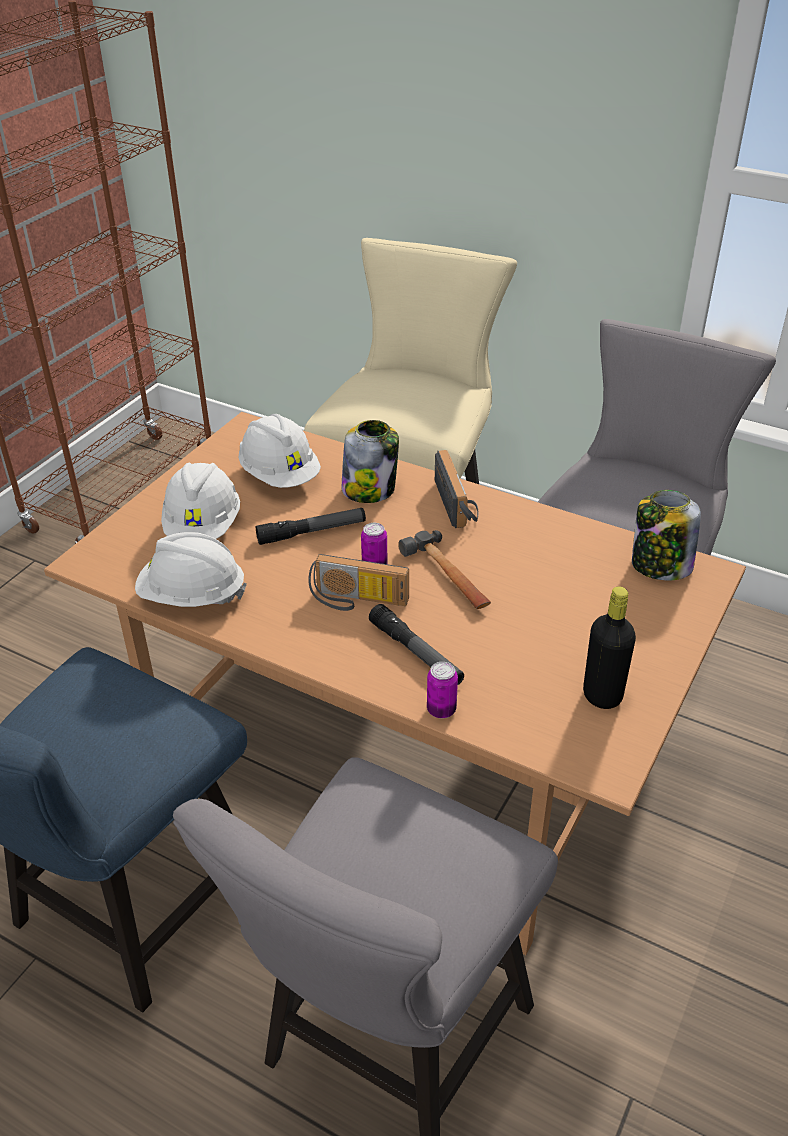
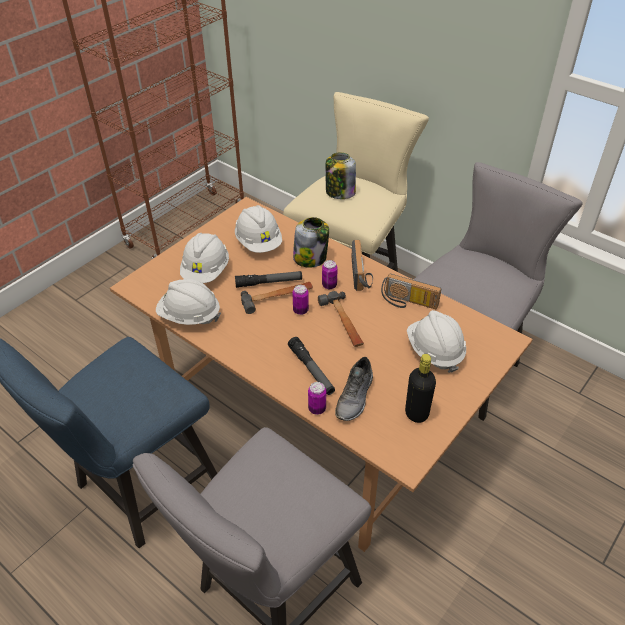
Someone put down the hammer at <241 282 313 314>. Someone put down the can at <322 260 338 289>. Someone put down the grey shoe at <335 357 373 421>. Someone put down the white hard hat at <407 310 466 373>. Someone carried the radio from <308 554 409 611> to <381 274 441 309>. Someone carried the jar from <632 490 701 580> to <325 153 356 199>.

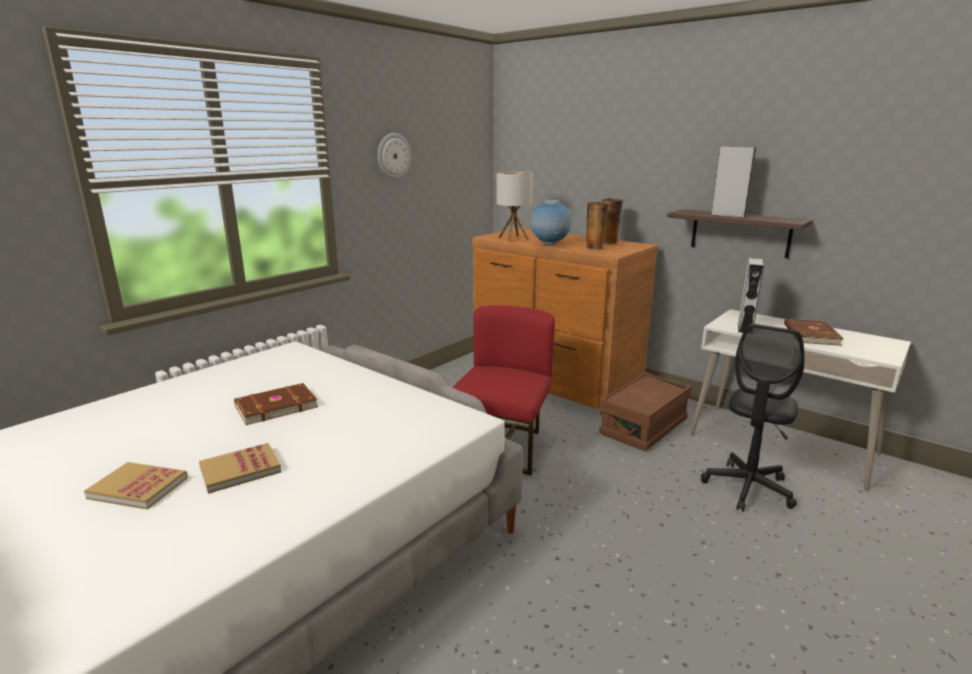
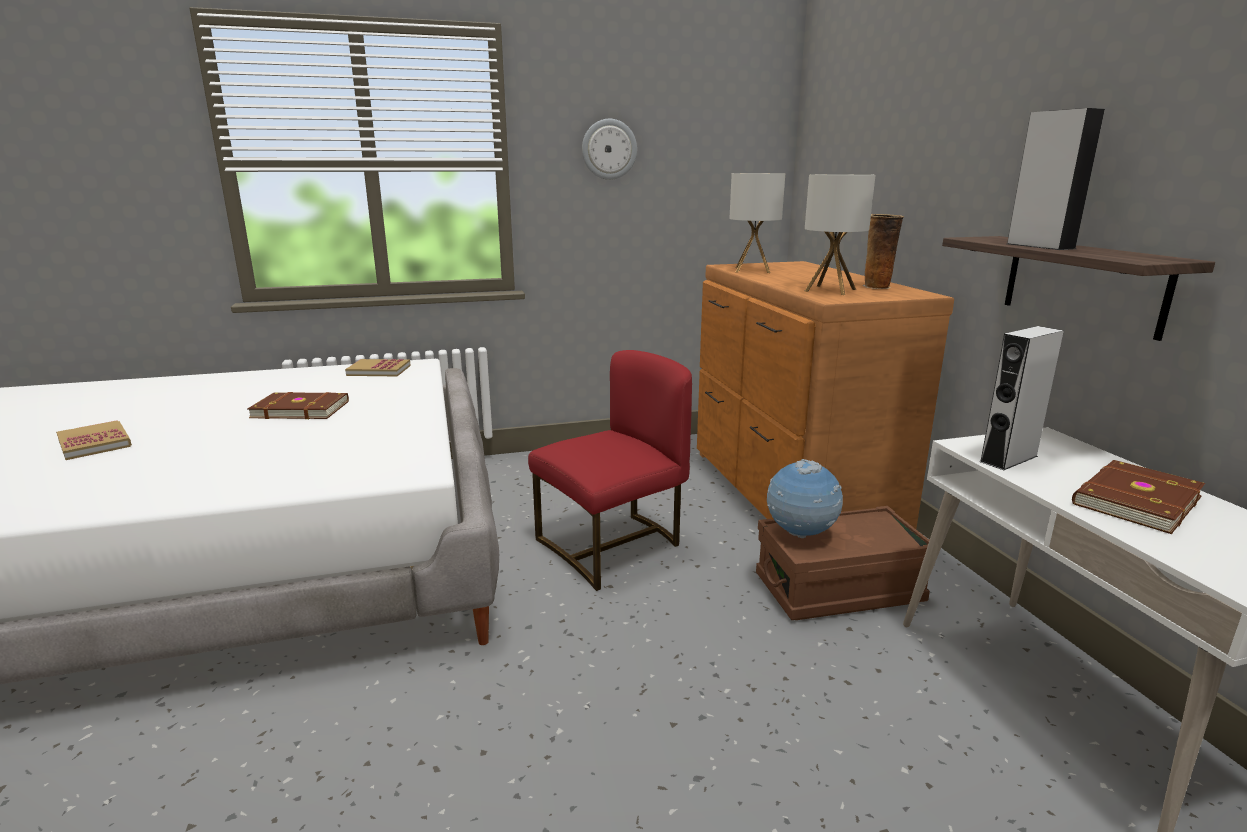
Someone took away the black office chair at <701 324 805 511>. Someone carried the book from <199 443 281 494> to <345 359 410 376>. Someone carried the globe from <530 200 572 245> to <767 459 843 538>. Someone swapped the vase at <586 202 609 250> for the table lamp at <804 174 876 295>.

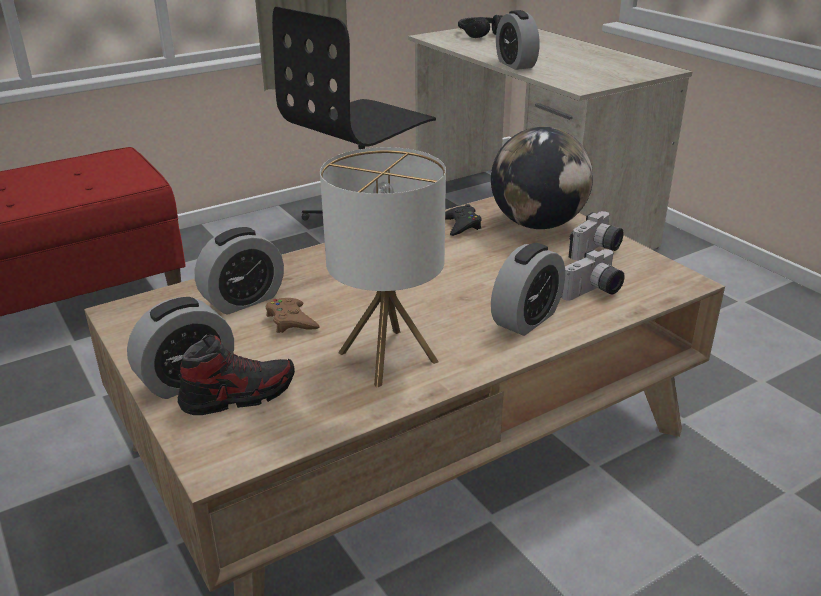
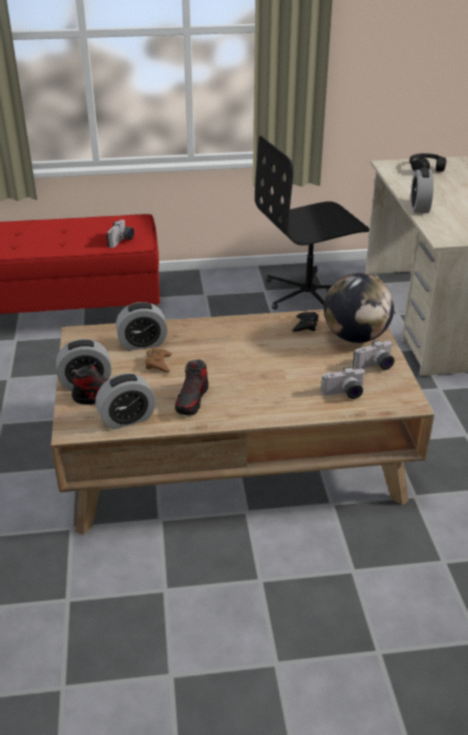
Someone put down the photo camera at <106 220 134 248>. Someone carried the alarm clock from <491 243 565 336> to <95 373 156 429>. Someone swapped the table lamp at <320 147 446 388> for the shoe at <175 360 209 415>.

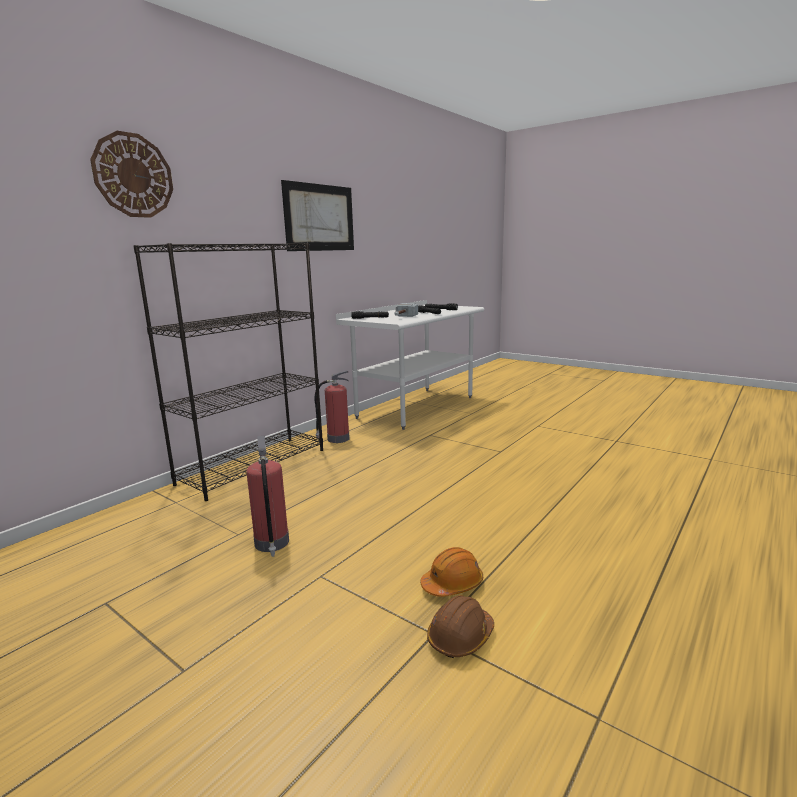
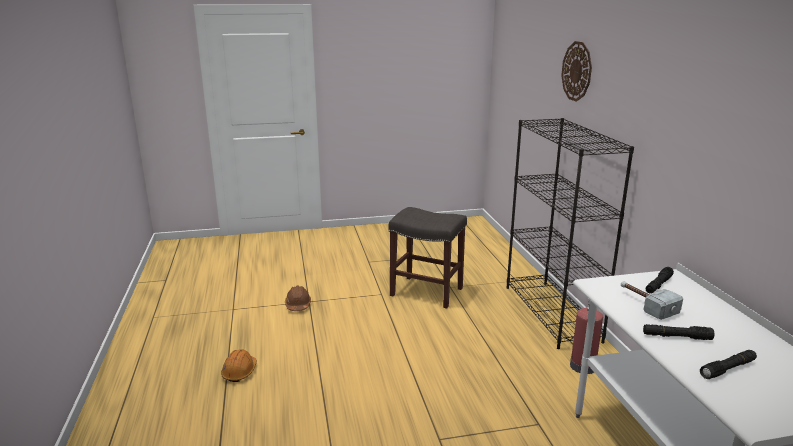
Someone took away the picture at <281 180 354 251>. Someone carried the orange hard hat from <420 547 483 597> to <221 349 257 382>. Someone swapped the fire extinguisher at <246 436 289 557> for the grey stool at <388 207 467 309>.

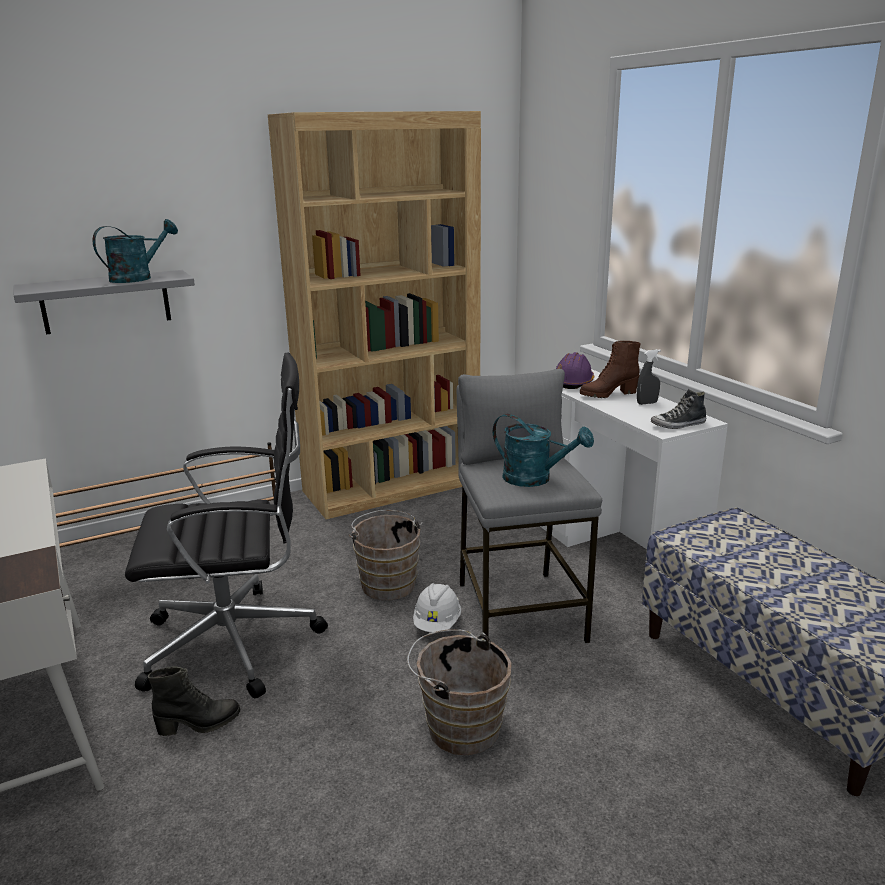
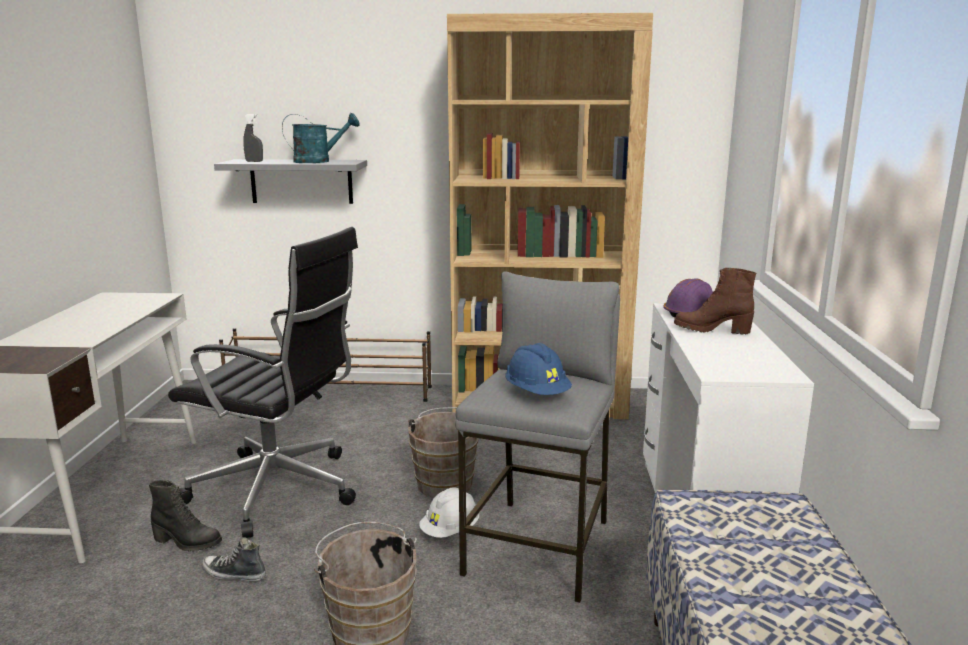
Someone carried the grey spray bottle from <637 349 661 405> to <243 114 263 162>. Someone carried the shoe from <651 389 706 429> to <202 537 266 581>. Someone swapped the turquoise watering can at <493 414 594 487> for the blue hard hat at <505 343 572 395>.

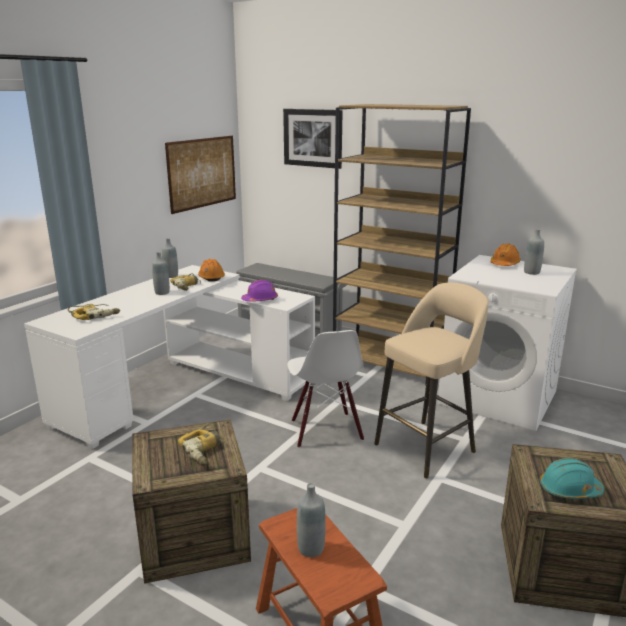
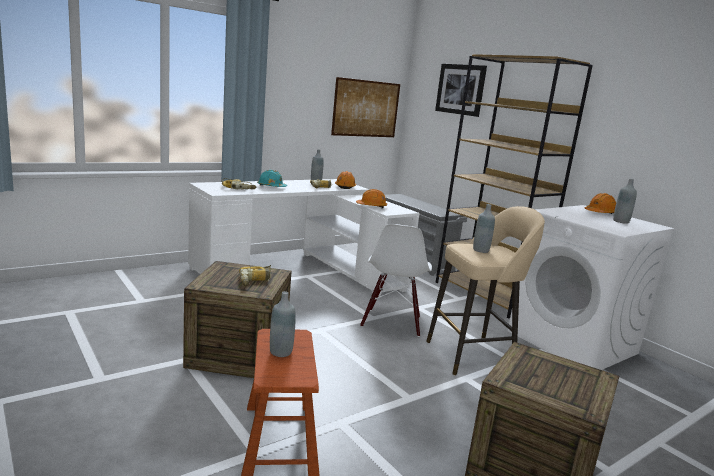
Someone carried the grey bottle from <152 252 170 295> to <473 204 495 253>. Someone carried the turquoise hard hat from <540 458 604 499> to <257 170 287 187>. Someone repainted the purple hard hat at <241 280 278 302>, which became the orange hard hat at <356 189 387 208>.

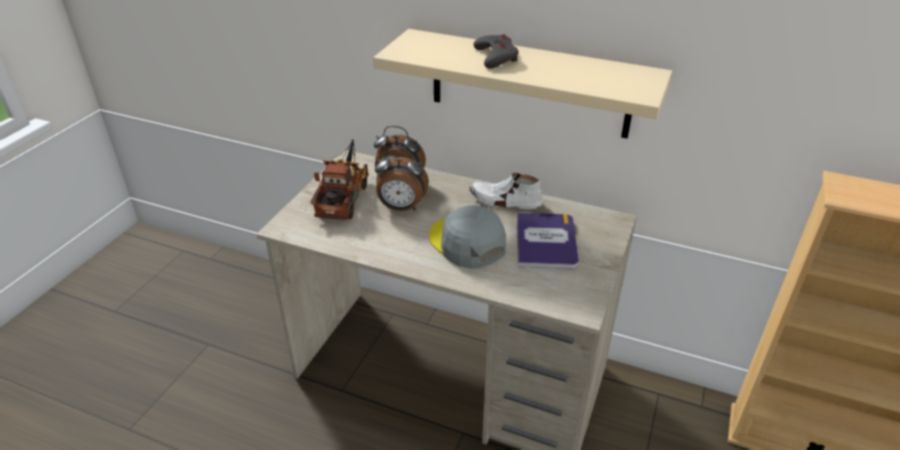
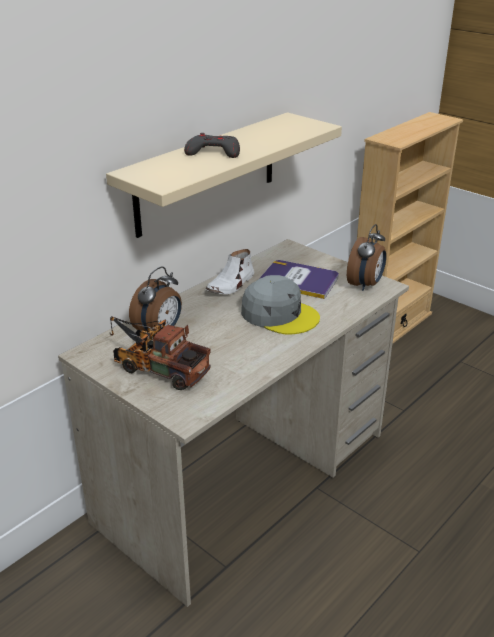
Someone carried the alarm clock from <375 149 429 211> to <347 224 386 291>. Someone rotated the grey cap at <429 205 506 269> by 135 degrees counterclockwise.

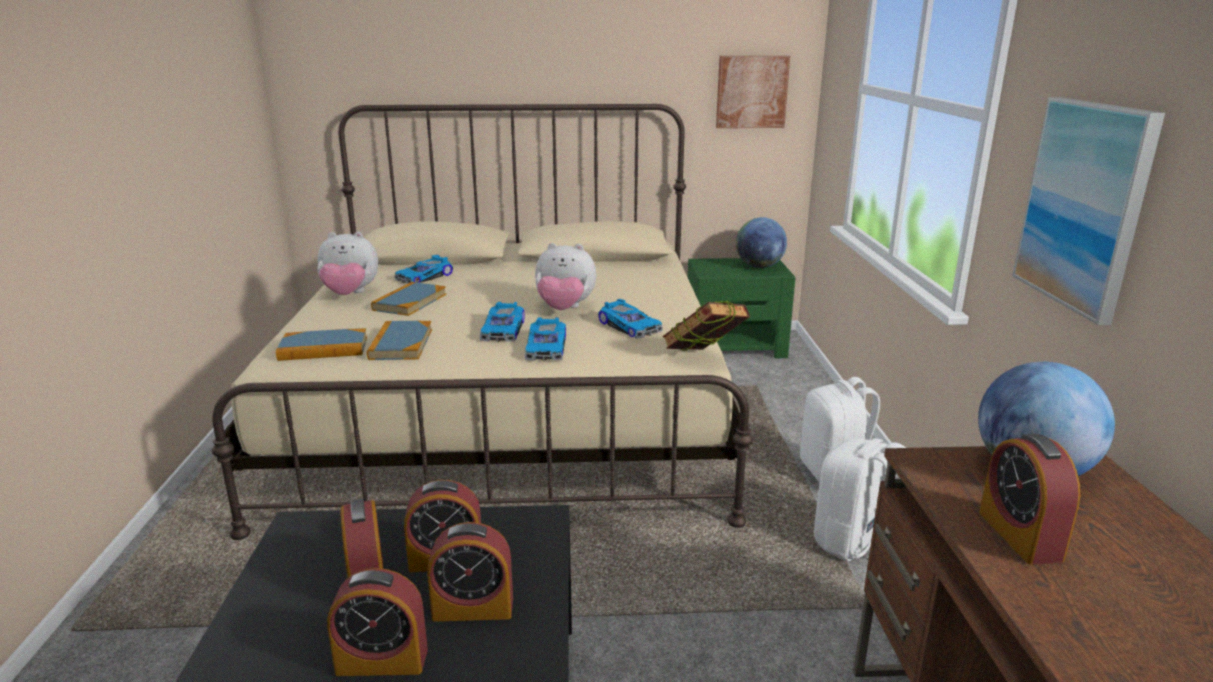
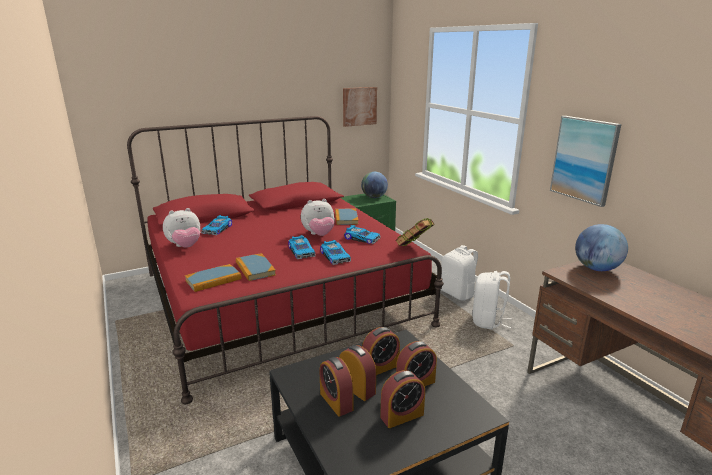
Someone carried the book from <371 282 446 316> to <335 209 359 225>. Someone carried the alarm clock from <979 434 1080 565> to <319 357 354 417>. Someone repainted the beige bed at <212 104 753 540>, which became the red bed at <127 116 444 404>.

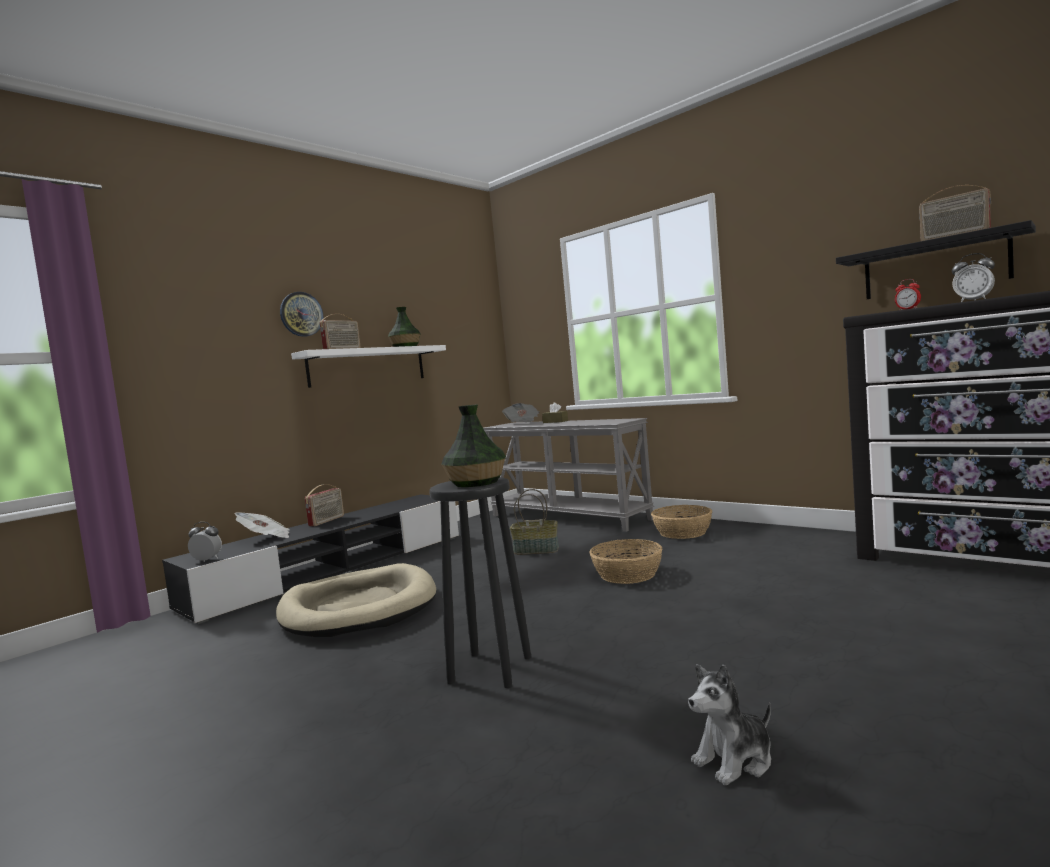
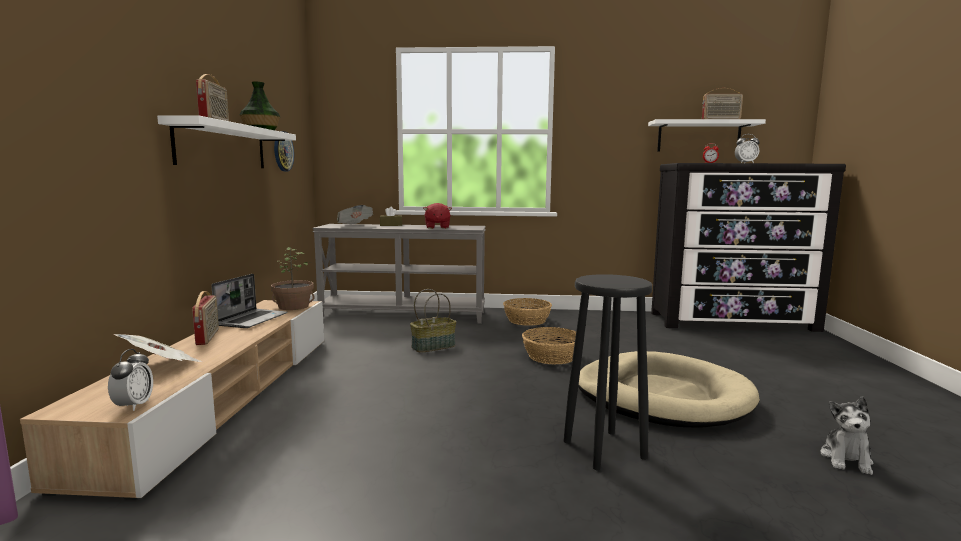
Someone took away the vase at <441 404 506 487>. Someone put down the laptop at <211 274 287 328>. Someone put down the potted plant at <271 247 315 310>. Someone put down the red plush toy at <423 203 452 229>. Someone carried the beige dog bed from <276 563 436 637> to <578 351 760 428>. Someone carried the wall clock from <280 292 323 337> to <274 131 294 171>. Someone repainted the black tv stand at <162 494 459 624>, which became the beige tv stand at <20 300 324 500>. Someone repainted the black shelf at <836 220 1036 299>, which became the white shelf at <648 119 766 151>. Someone rotated the alarm clock at <188 522 222 562> by 120 degrees clockwise.

